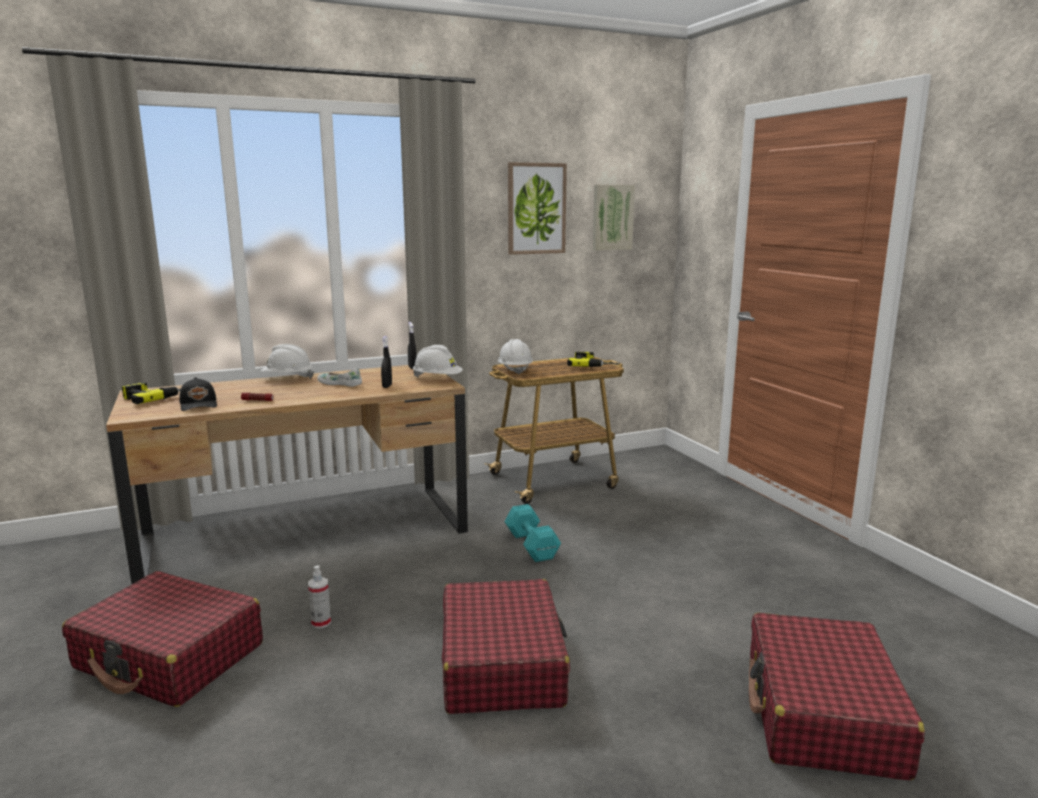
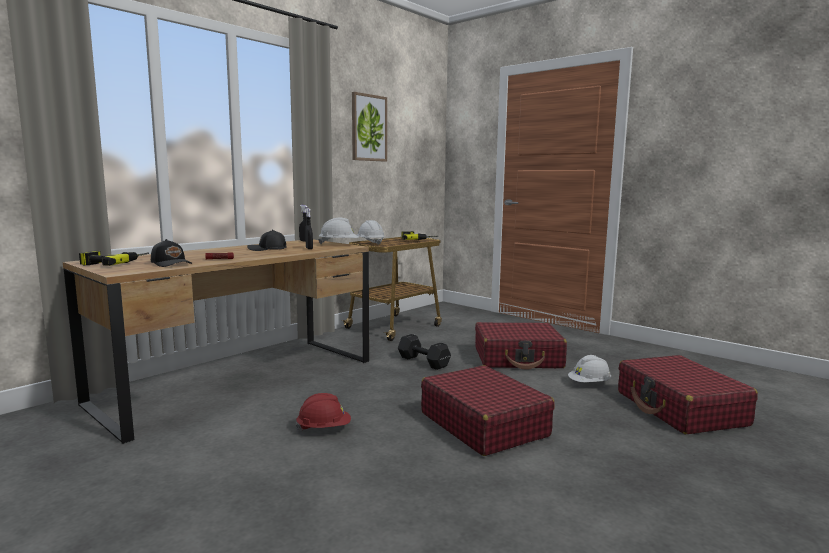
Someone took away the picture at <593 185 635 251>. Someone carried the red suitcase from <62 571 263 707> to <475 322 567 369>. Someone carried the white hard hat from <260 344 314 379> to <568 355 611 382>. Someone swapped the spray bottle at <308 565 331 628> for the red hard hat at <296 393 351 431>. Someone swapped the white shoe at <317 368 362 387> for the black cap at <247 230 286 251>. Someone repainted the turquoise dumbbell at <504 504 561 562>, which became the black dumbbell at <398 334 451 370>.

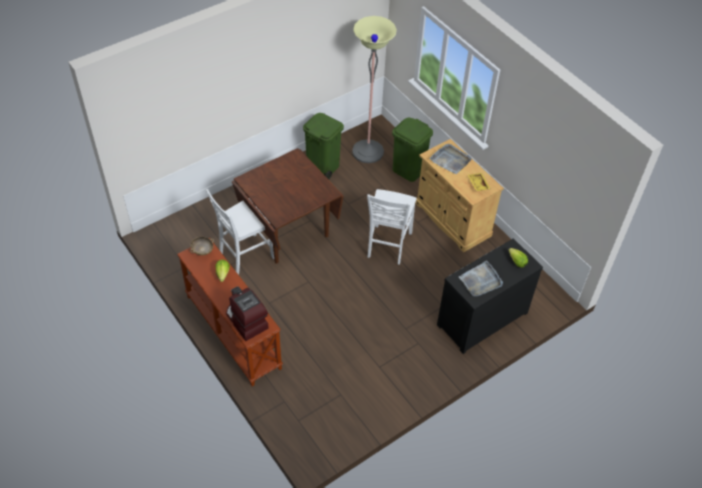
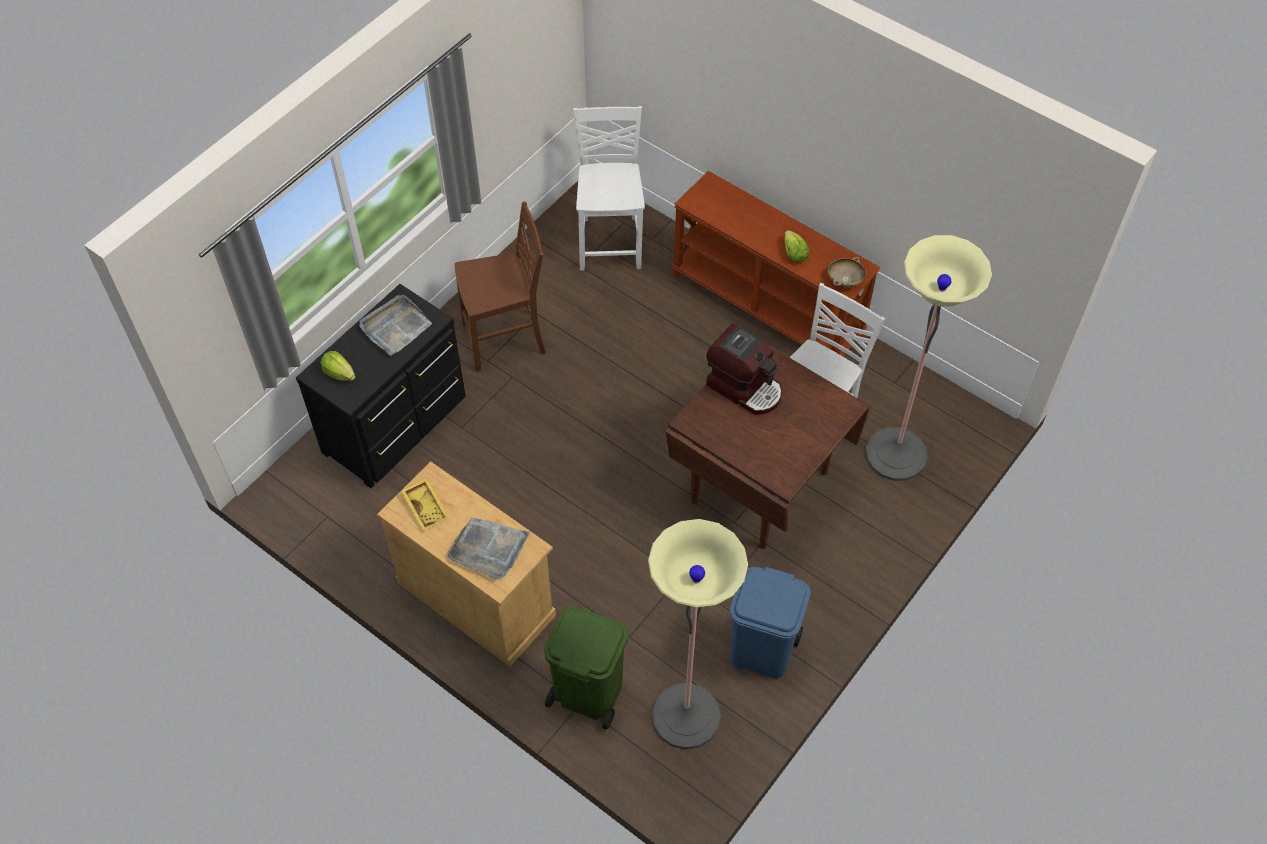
Someone put down the brown chair at <454 201 546 372>. Someone put down the floor lamp at <866 235 992 481>. Someone carried the coffee machine from <226 287 269 341> to <706 324 782 414>. Someone carried the white chair from <367 189 417 265> to <573 106 645 271>. Someone repainted the green trash can at <303 113 344 180>, which became the blue trash can at <730 567 811 678>.

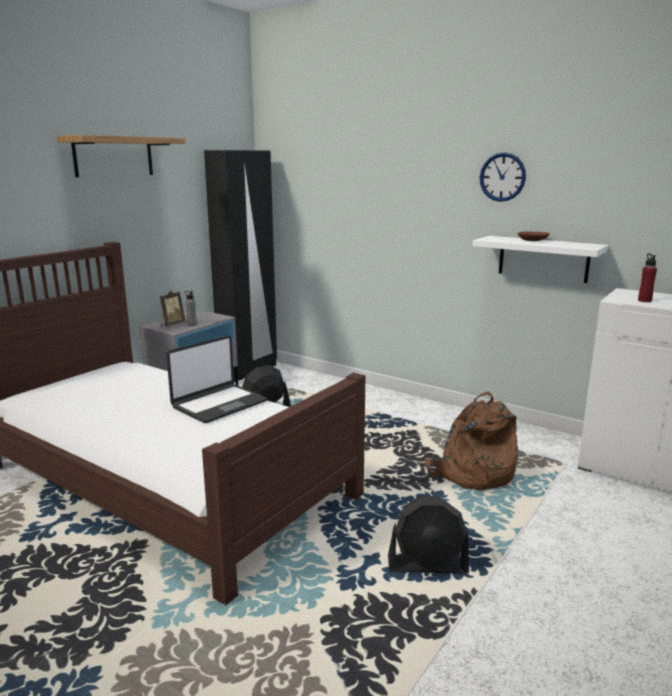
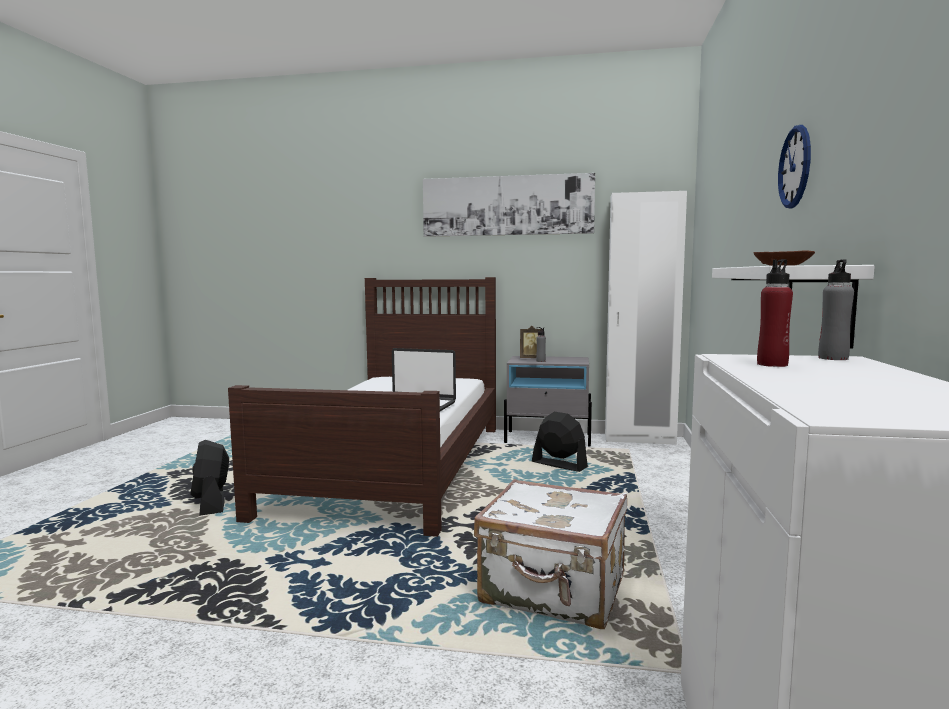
Someone put down the grey bottle at <818 259 854 360>. Someone carried the black fan from <388 496 469 573> to <190 440 229 516>. Someone swapped the shelf at <57 135 185 177> for the picture at <423 173 595 237>. Someone swapped the brown backpack at <425 392 518 490> for the white suitcase at <474 479 627 629>. Someone repainted the black wardrobe at <204 150 277 382>, which became the white wardrobe at <605 191 687 445>.

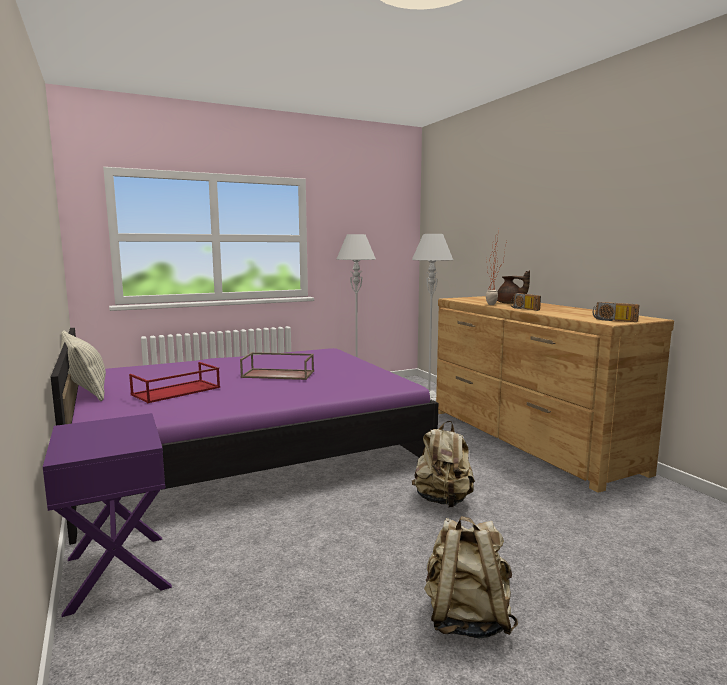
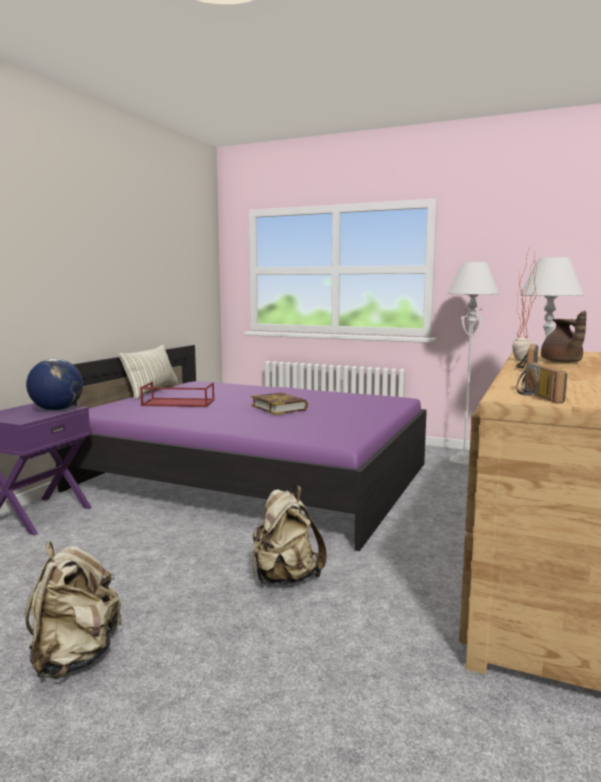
Someone put down the globe at <26 358 83 411>. Someone swapped the brown tray at <240 352 314 380> for the book at <251 393 308 415>.

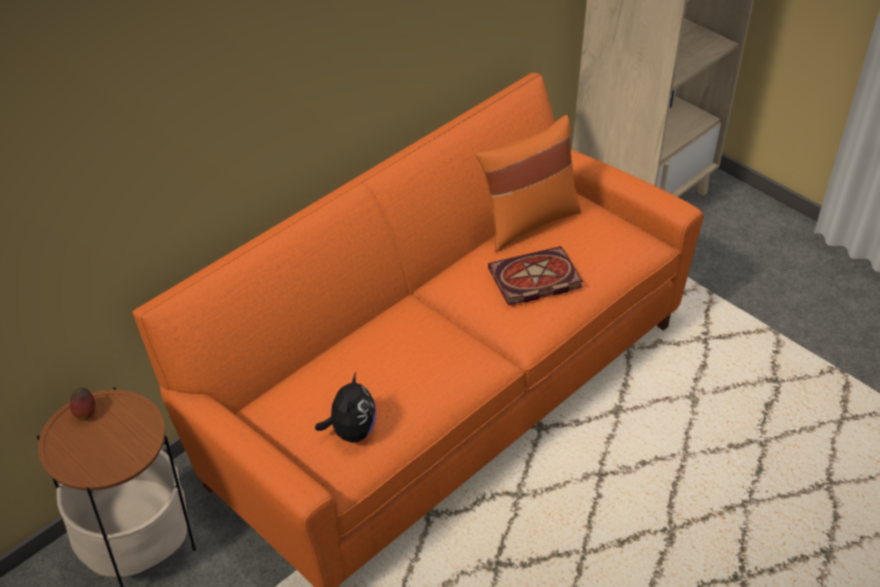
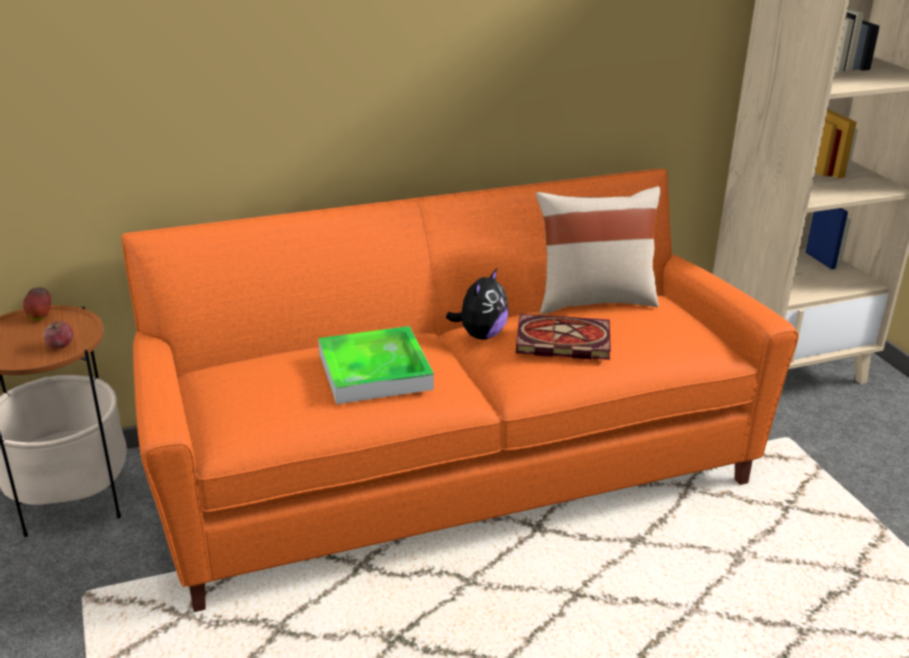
Someone put down the apple at <43 321 73 348>. Someone put down the tray at <318 326 434 404>. Someone carried the plush toy from <315 372 376 443> to <446 267 508 340>. Someone repainted the orange pillow at <475 115 581 252>, which became the beige pillow at <536 186 660 314>.

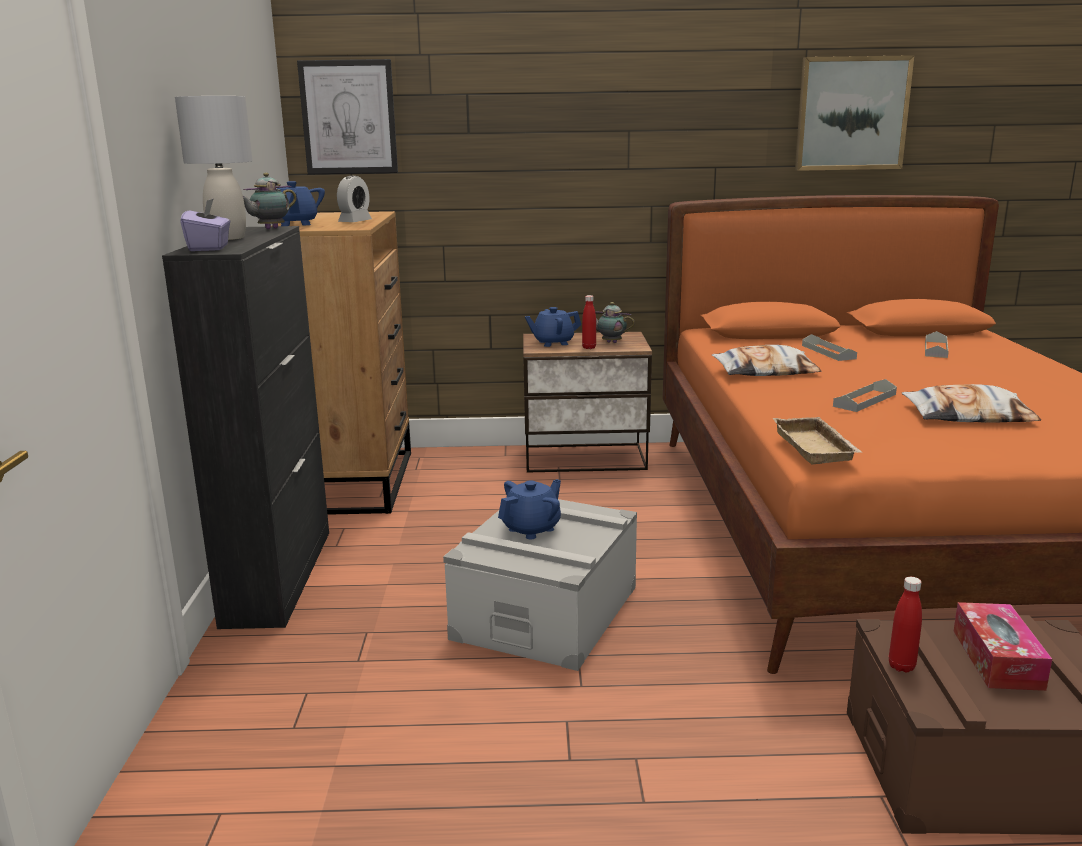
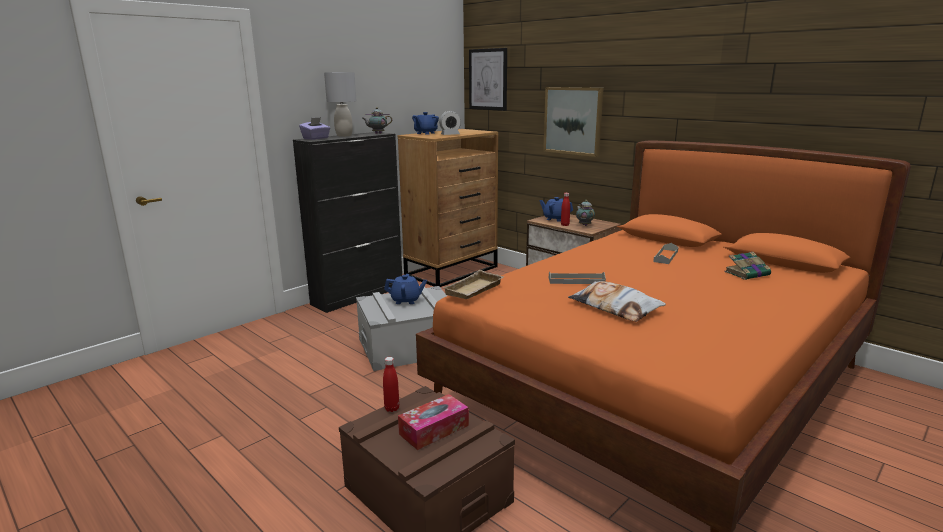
Someone took away the pillow at <712 345 821 376>. Someone carried the picture from <795 55 914 171> to <543 87 603 157>. Someone swapped the grey tray at <925 331 949 358> for the book at <724 252 771 280>.

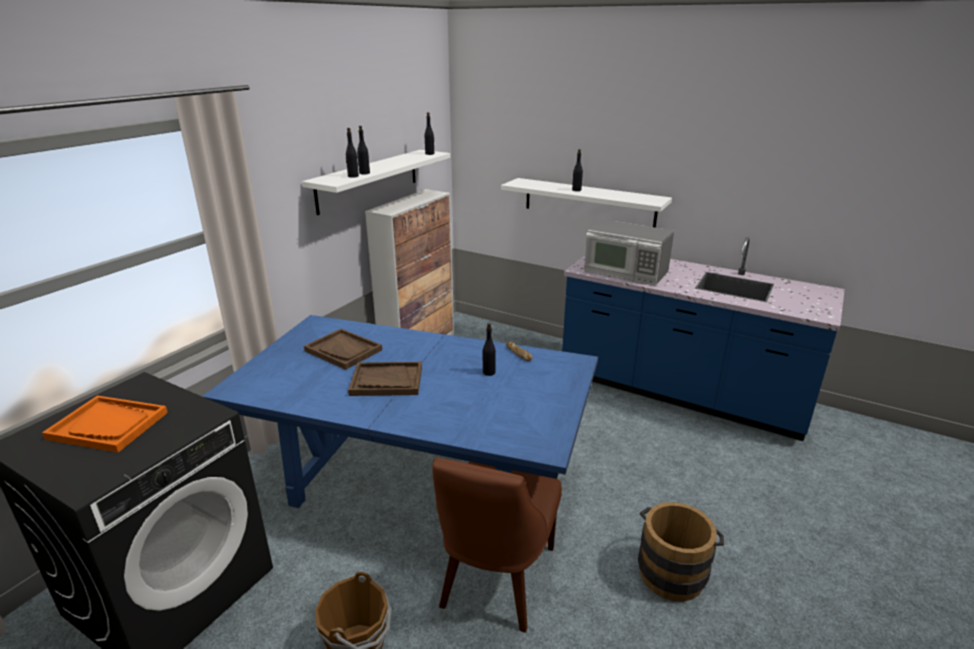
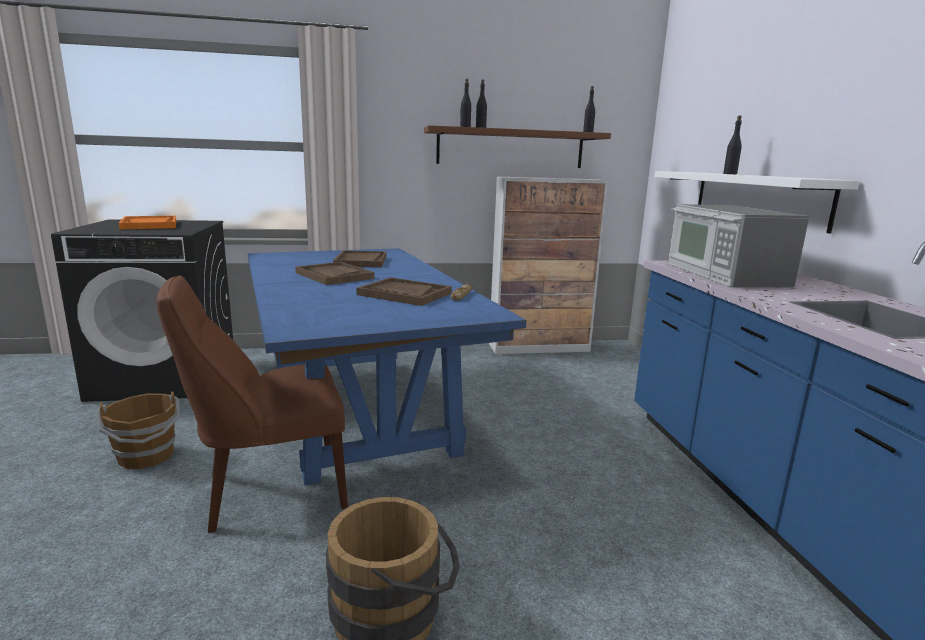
Someone swapped the black bottle at <483 323 496 376> for the brown tray at <356 277 452 306>. Someone repainted the white shelf at <302 150 450 215>, which became the brown shelf at <424 125 611 168>.

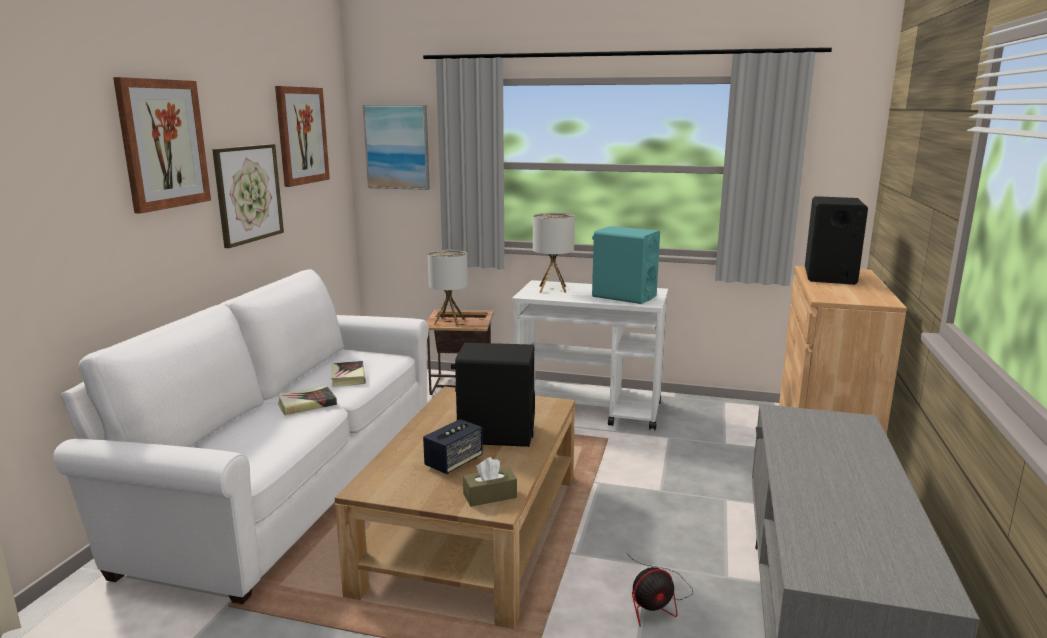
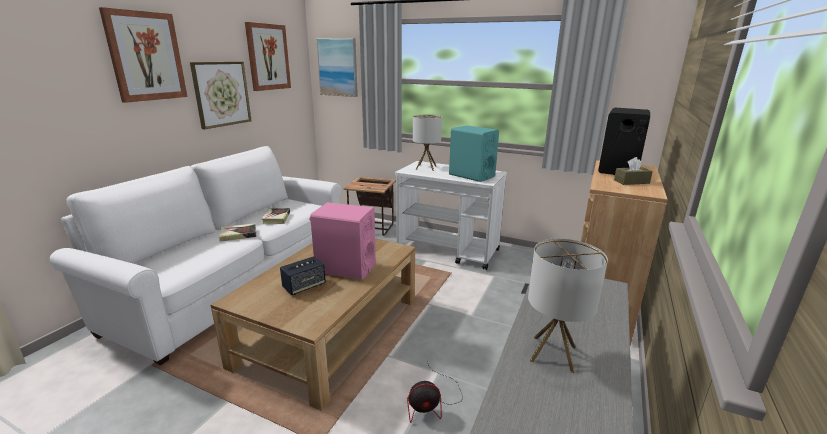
Someone carried the table lamp from <428 250 468 326> to <528 239 608 373>. Someone carried the brown tissue box from <463 457 517 507> to <614 157 653 185>. Someone repainted the black speaker at <451 343 535 447>, which became the pink speaker at <309 202 376 280>.

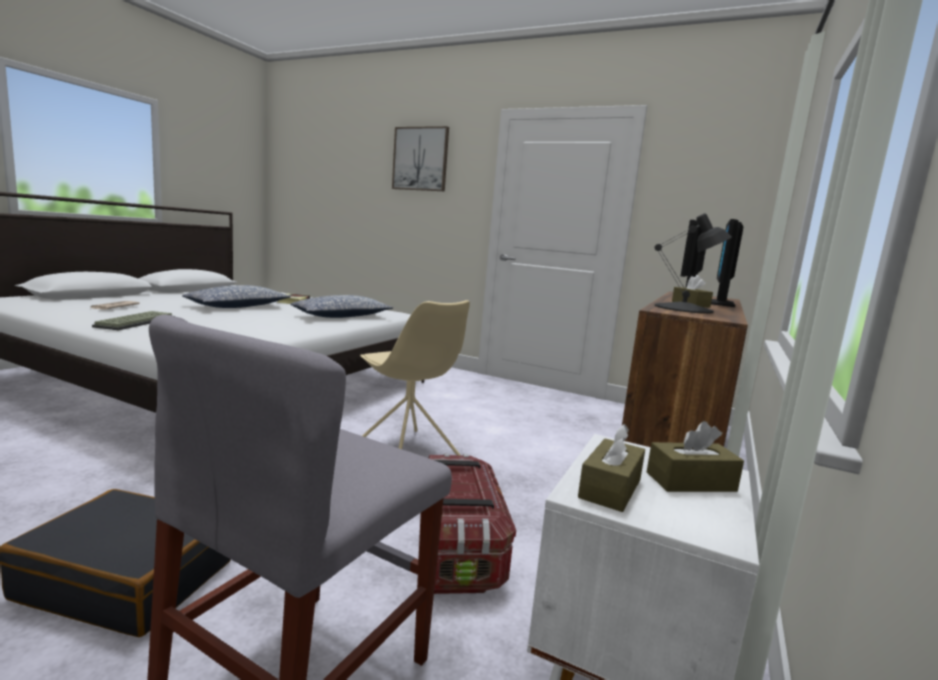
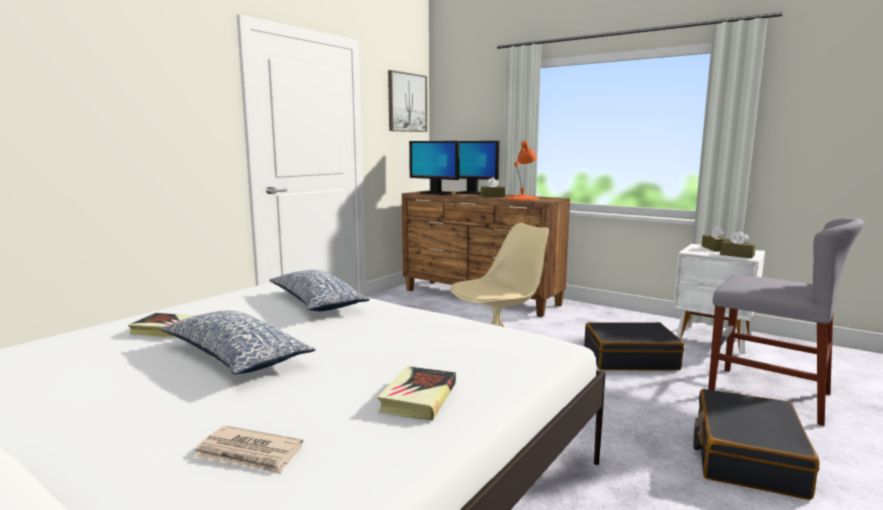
Someone carried the picture from <392 126 449 191> to <388 70 427 132>. Someone swapped the keyboard at <92 311 172 330> for the book at <377 366 456 420>. Someone swapped the storage box at <429 454 516 594> for the black suitcase at <584 322 684 370>. Someone repainted the black table lamp at <654 213 732 314>, which became the orange table lamp at <505 141 539 200>.

